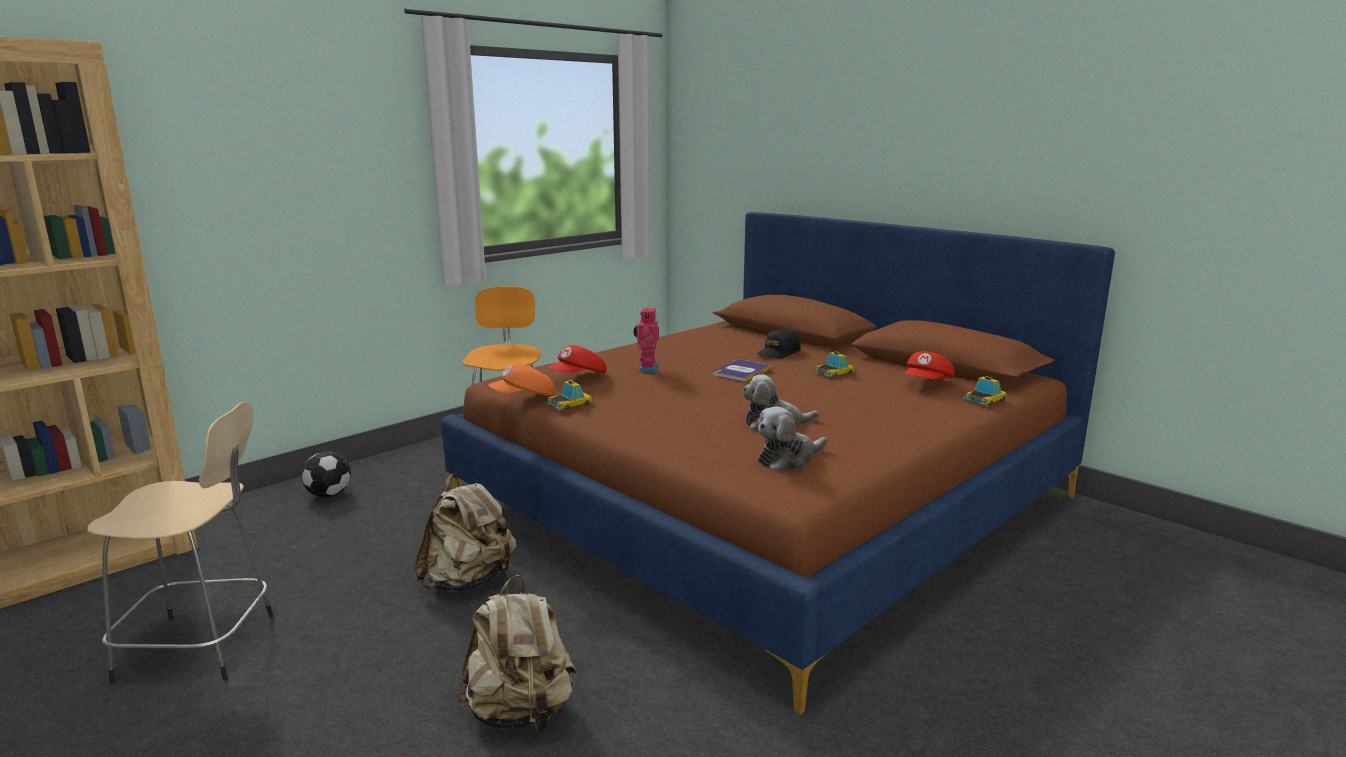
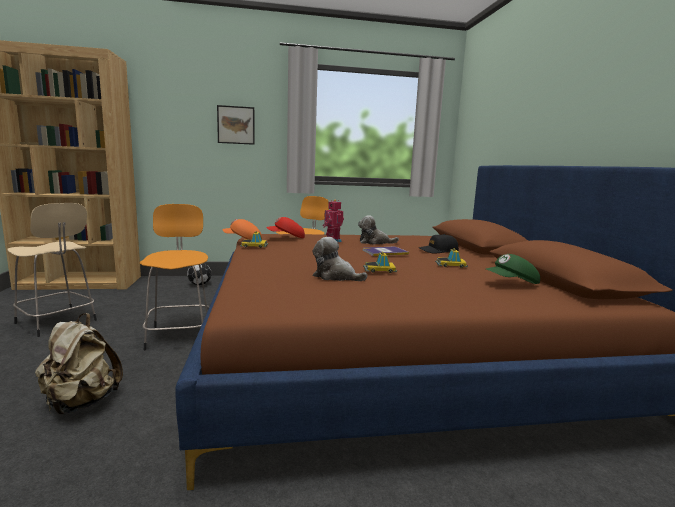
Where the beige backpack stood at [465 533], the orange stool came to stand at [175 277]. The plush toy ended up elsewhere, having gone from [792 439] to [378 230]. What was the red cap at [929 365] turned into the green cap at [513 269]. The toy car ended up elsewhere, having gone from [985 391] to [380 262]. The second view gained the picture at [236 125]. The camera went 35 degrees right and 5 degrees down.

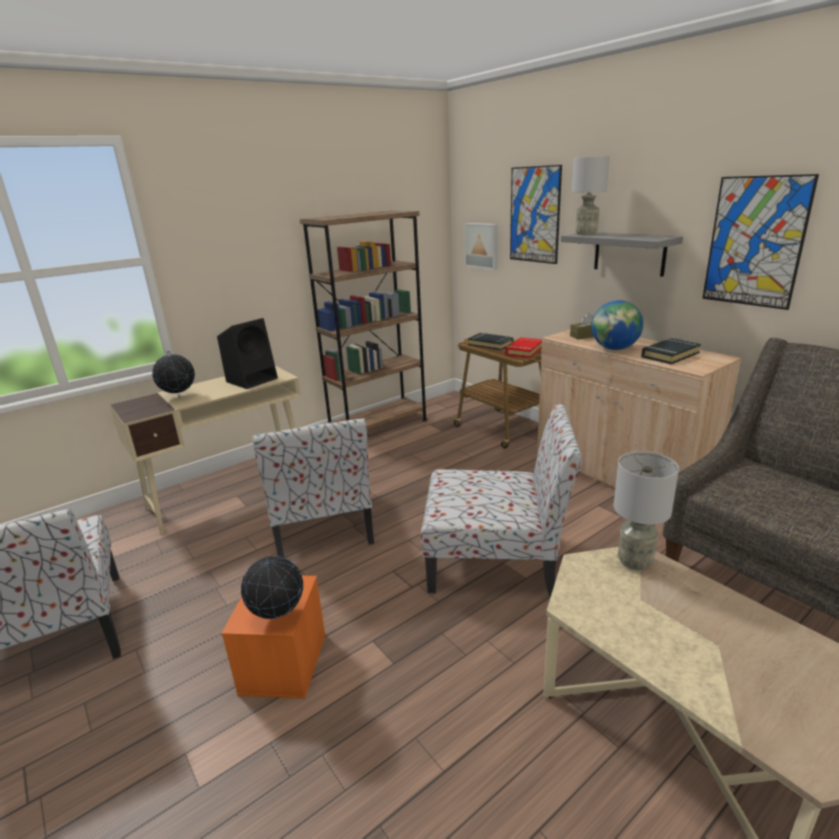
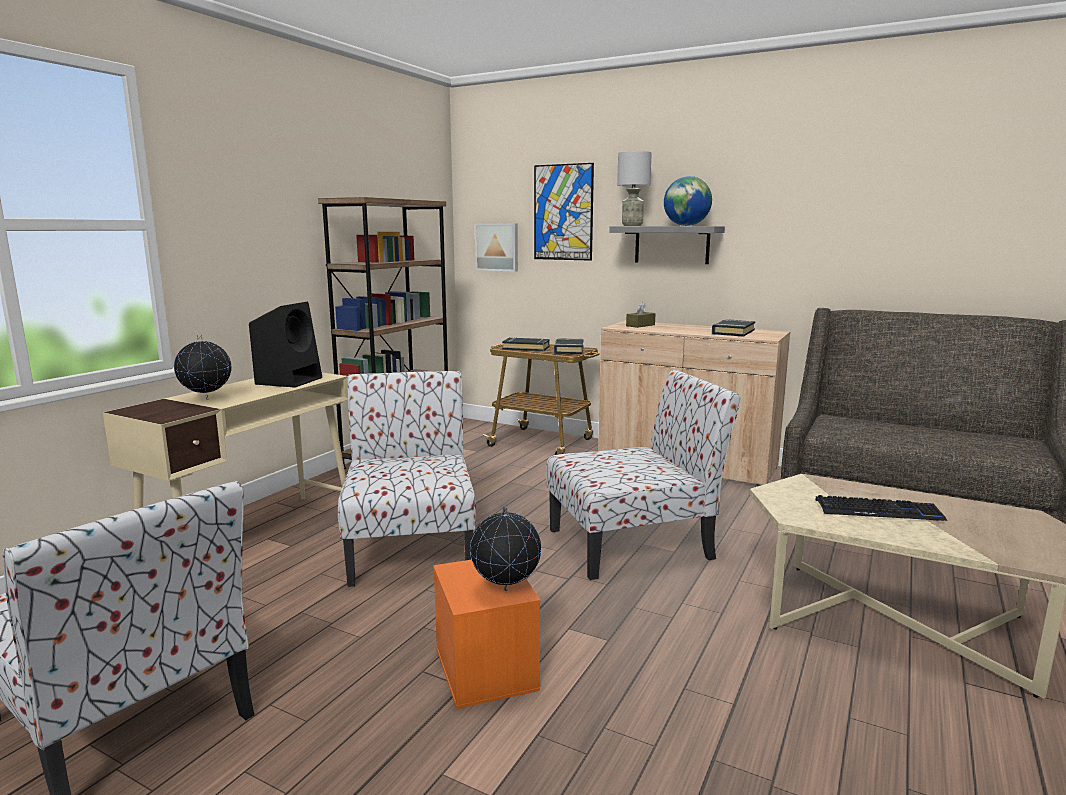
The chair at [313 487] ended up facing another way, 150 degrees counterclockwise from before. What was the red book at [523 347] turned into the black book at [569 346]. The globe ended up elsewhere, having gone from [617 325] to [688 201]. The second view lost the grey table lamp at [646 511]. The second view lost the picture at [760 242]. The second view gained the keyboard at [881 508]. The camera went 25 degrees left and 10 degrees down.

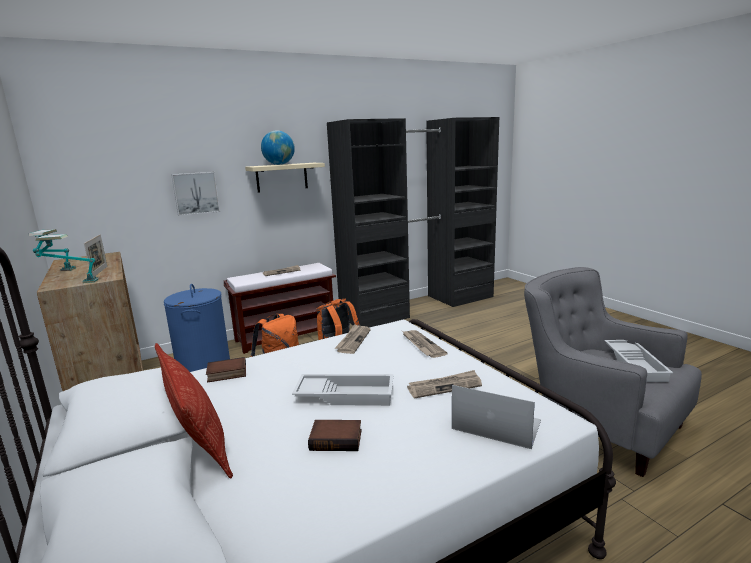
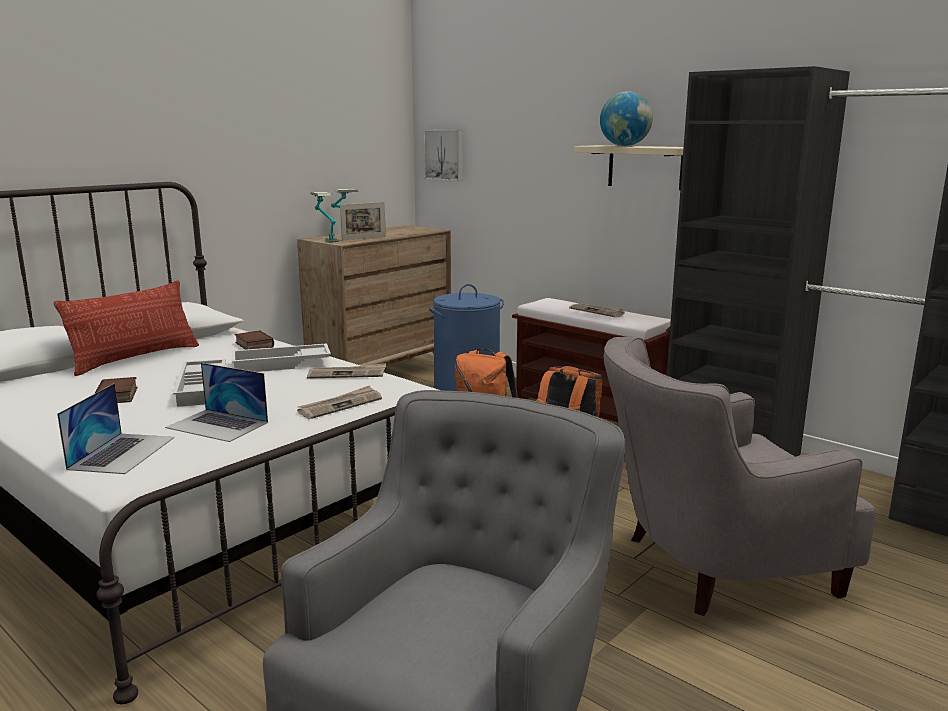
The picture ended up elsewhere, having gone from [195 194] to [443 155]. Where the newspaper stood at [444 384], the laptop came to stand at [216 402]. The white tray ended up elsewhere, having gone from [638 361] to [281 357]. The second view gained the grey armchair at [740 476]. The camera went 70 degrees right and 0 degrees up.

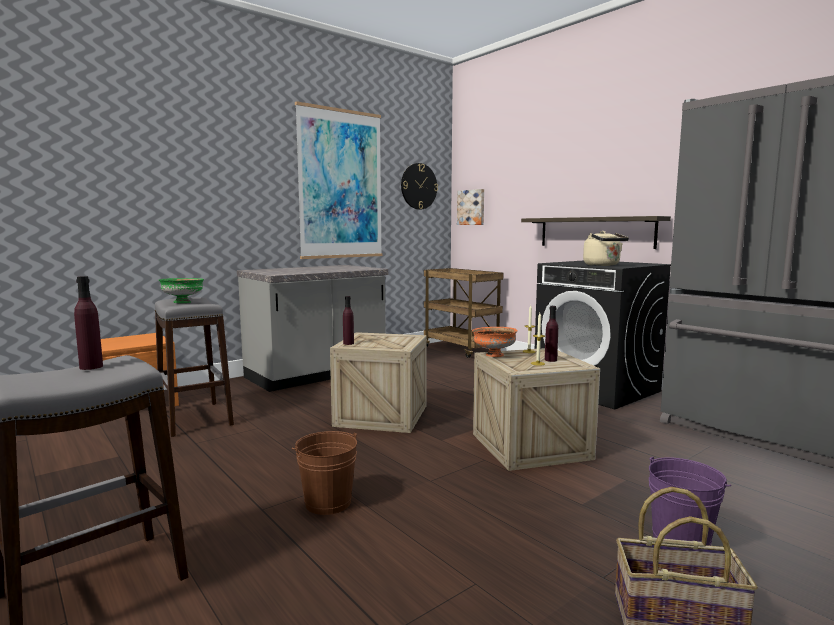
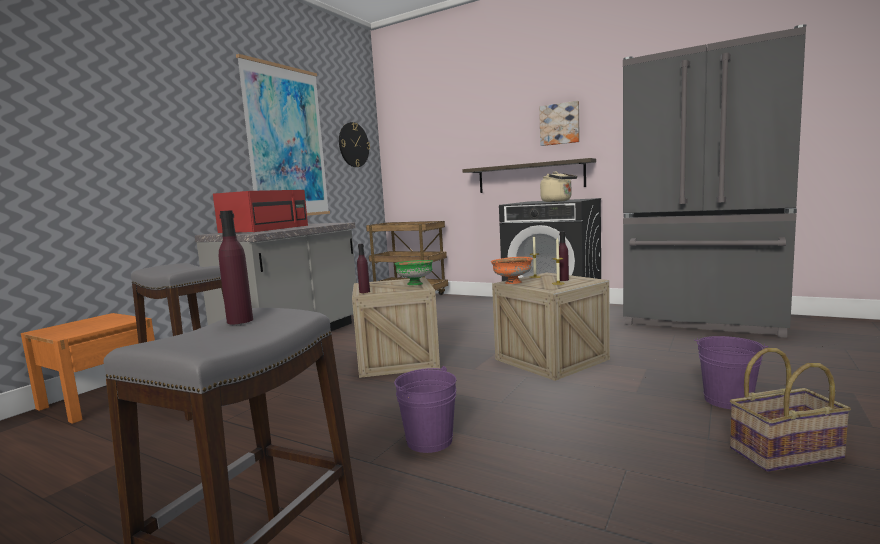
The green bowl ended up elsewhere, having gone from [181 290] to [413 272]. What was the brown bucket at [324 473] turned into the purple bucket at [425 409]. The picture ended up elsewhere, having gone from [470 207] to [559 123]. The second view gained the red microwave at [260 211]. The camera went 20 degrees left and 0 degrees up.

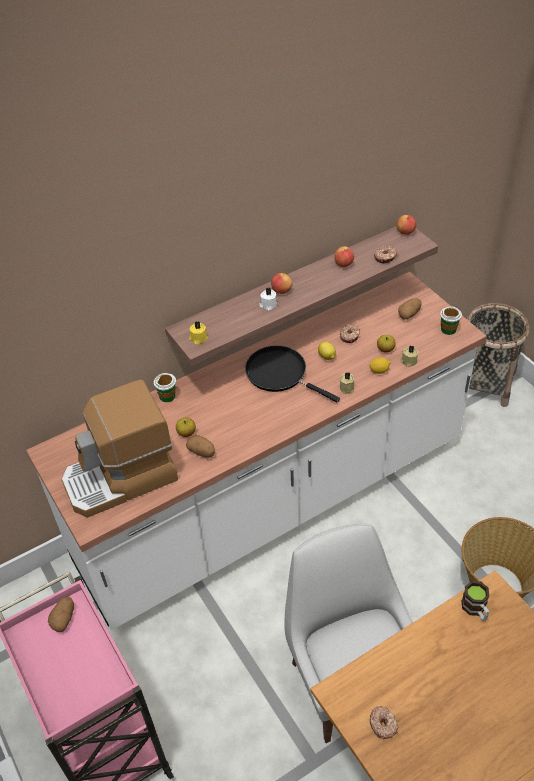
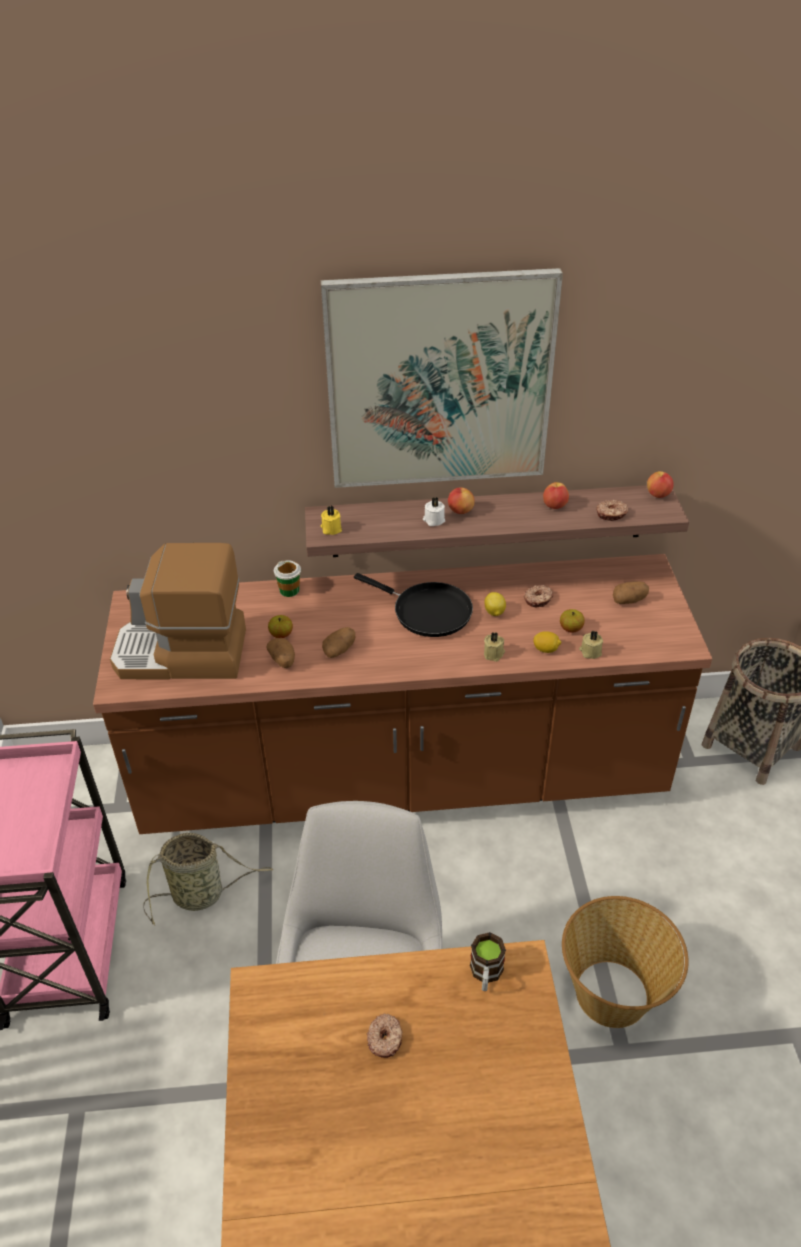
What was the white counter at [256 451] turned into the brown counter at [402 694]. The potato ended up elsewhere, having gone from [61 614] to [338 642]. The black frying pan at [292 374] ended up facing another way, 150 degrees clockwise from before. The donut ended up elsewhere, having gone from [384 722] to [384 1035]. The second view lost the cup at [451 320]. The second view gained the basket at [208 879]. The second view gained the picture at [442 378]. The camera went 25 degrees right and 5 degrees down.

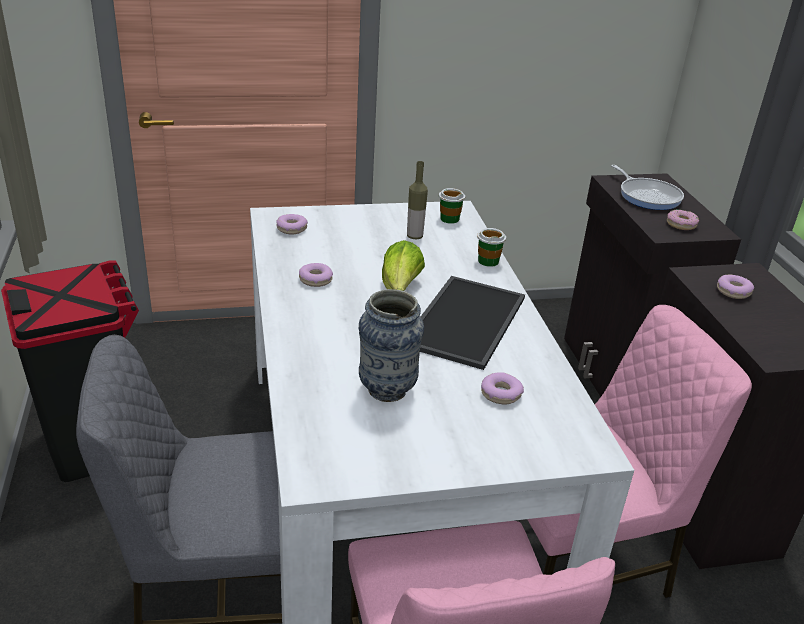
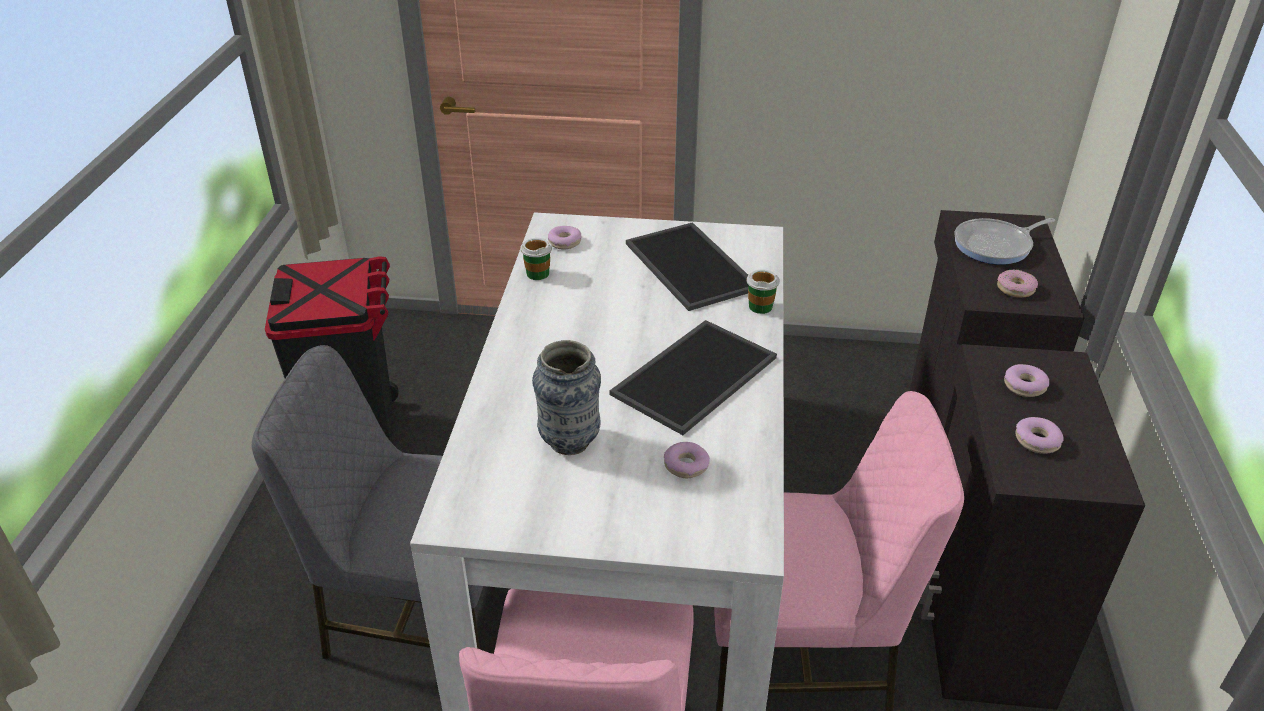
The donut ended up elsewhere, having gone from [316 275] to [1039 435]. The second view lost the lettuce at [403 265]. Where the bottle stood at [417 200], the tray came to stand at [687 266]. The cup ended up elsewhere, having gone from [452 206] to [536 259]. The frying pan at [647 187] ended up facing another way, 75 degrees clockwise from before. The camera went 20 degrees right and 5 degrees up.

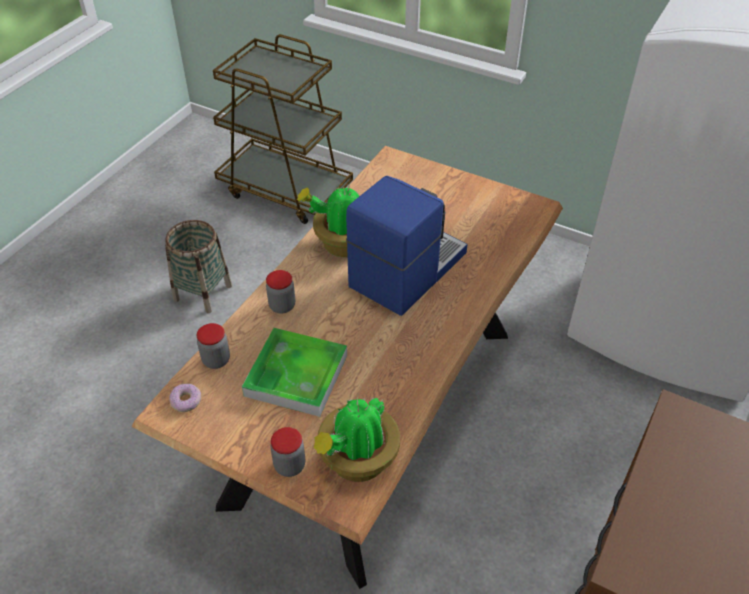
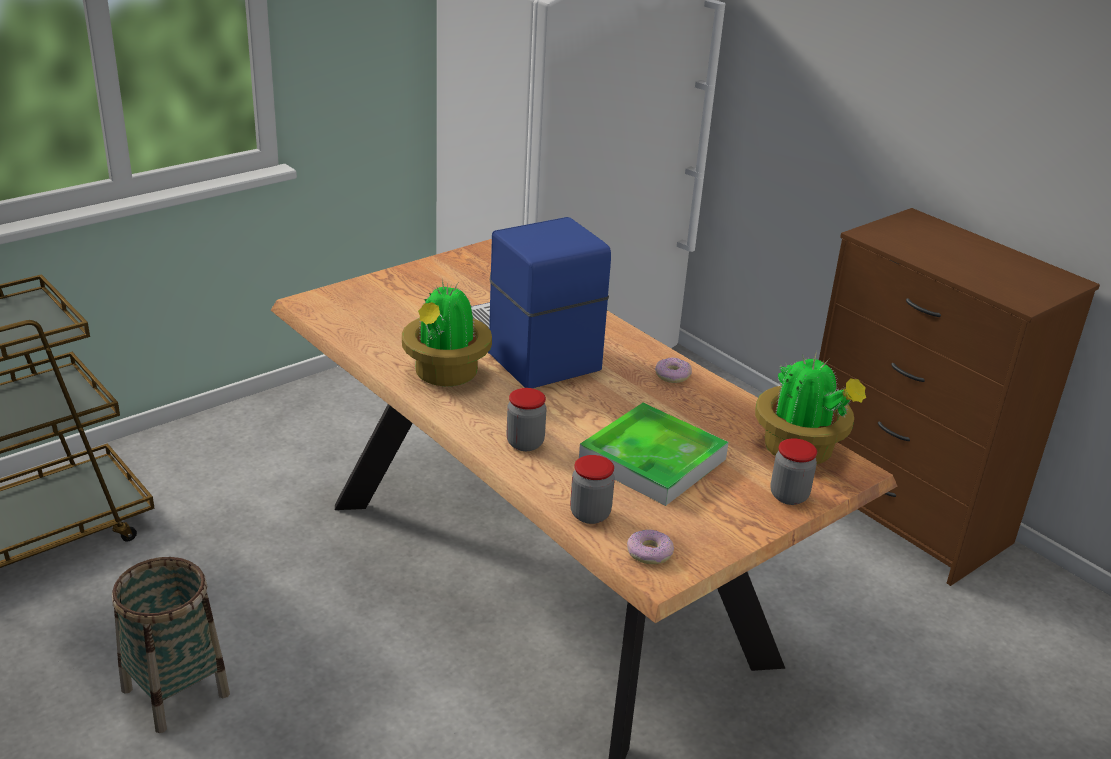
The second view gained the donut at [673 370]. The camera went 70 degrees left and 15 degrees down.

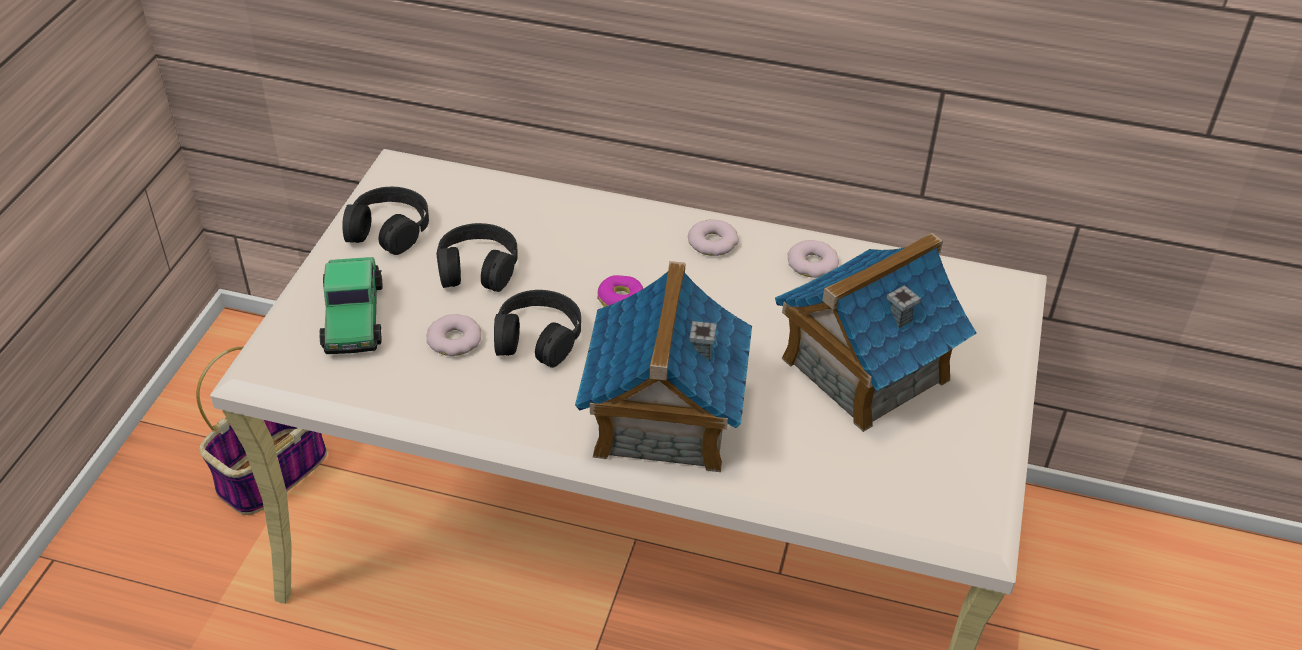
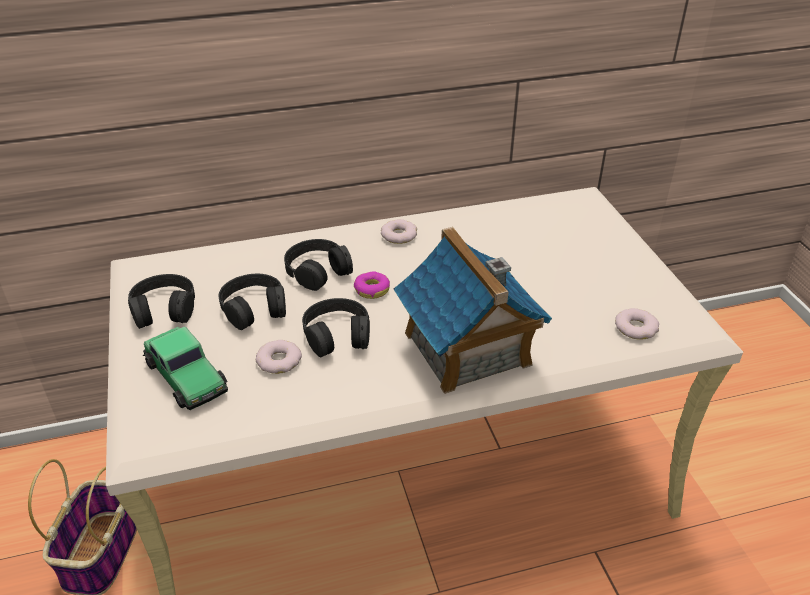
The second view lost the toy house at [875 332]. The donut ended up elsewhere, having gone from [813 259] to [637 324]. The second view gained the black headphones at [318 265]. The camera went 30 degrees left and 5 degrees down.

